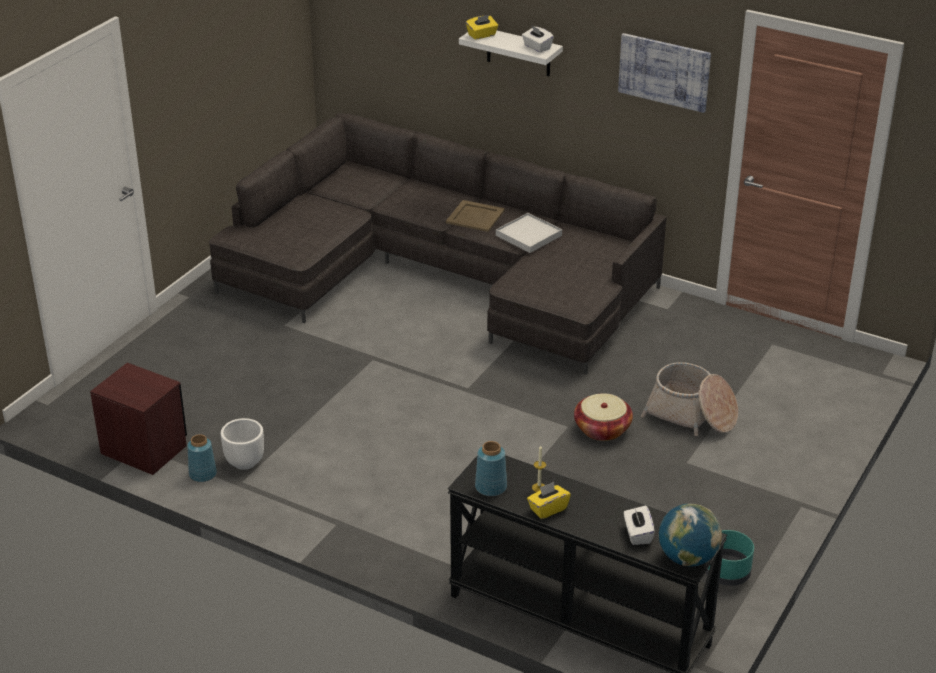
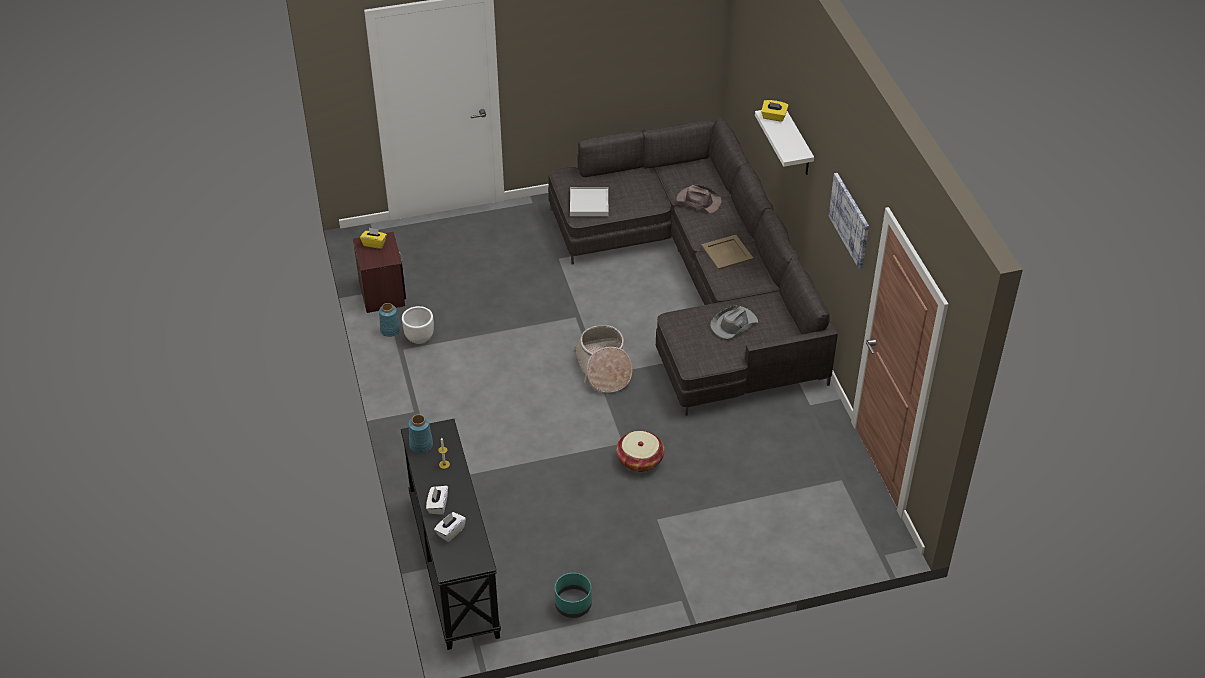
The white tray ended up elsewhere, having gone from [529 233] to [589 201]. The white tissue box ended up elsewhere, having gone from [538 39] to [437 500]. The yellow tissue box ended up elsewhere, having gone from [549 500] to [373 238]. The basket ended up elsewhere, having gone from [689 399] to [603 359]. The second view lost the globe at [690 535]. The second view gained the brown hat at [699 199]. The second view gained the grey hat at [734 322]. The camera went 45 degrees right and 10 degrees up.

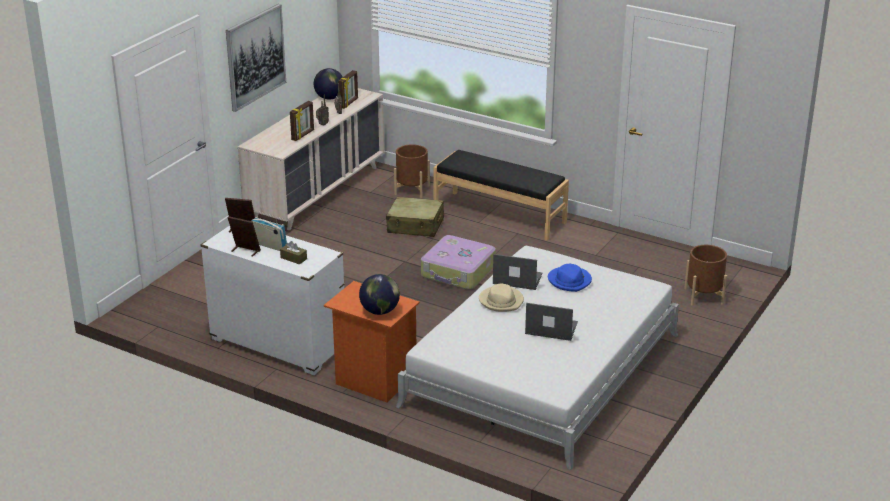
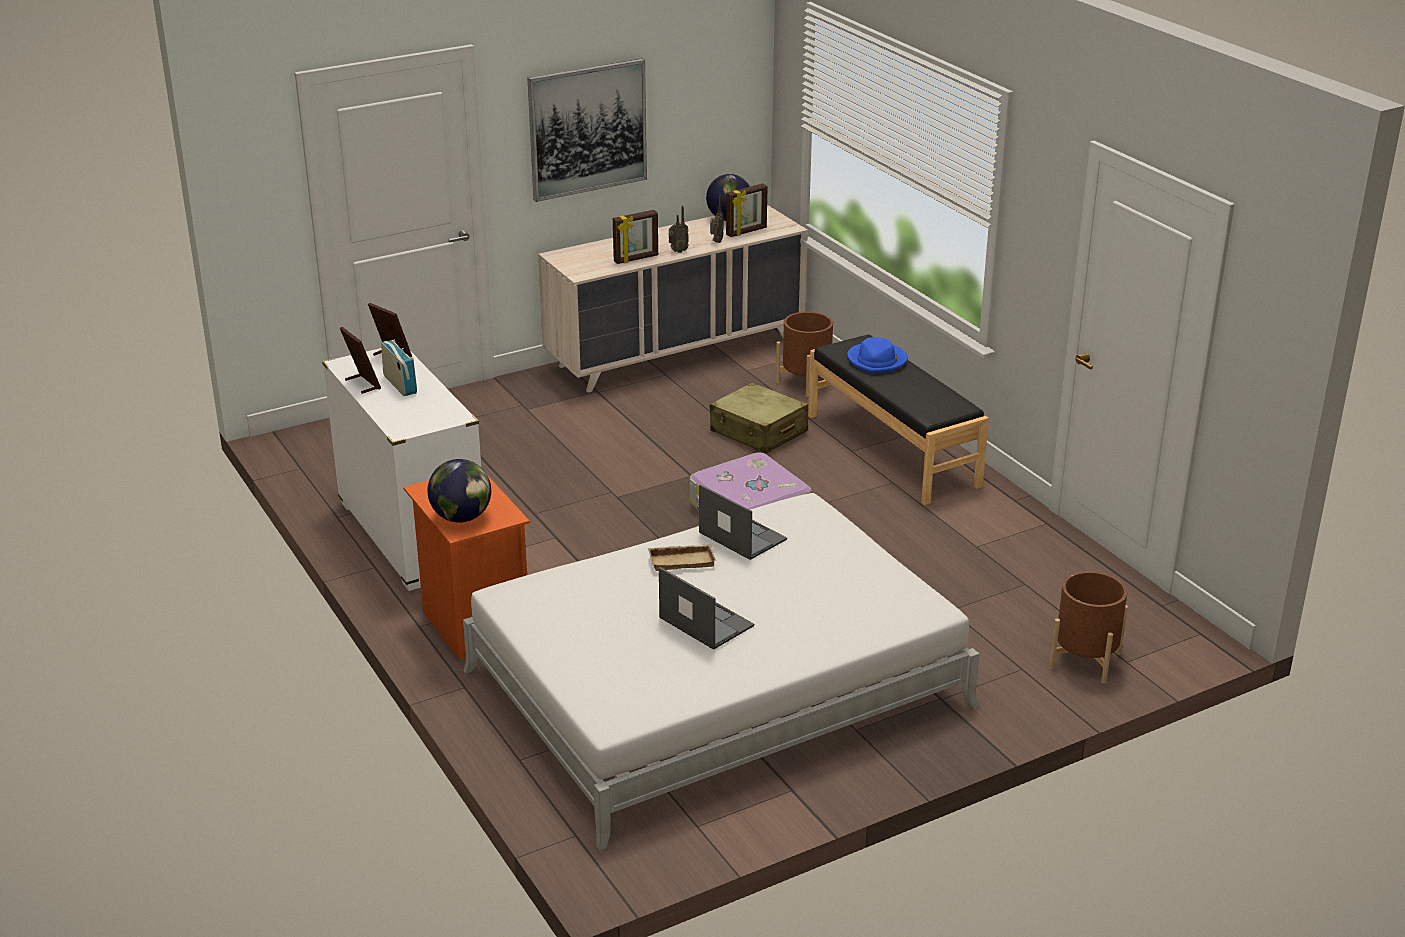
The second view lost the brown tissue box at [293 252]. Where the beige hat stood at [501 298], the beige tray came to stand at [682 557]. The blue hat ended up elsewhere, having gone from [570 278] to [878 355]. The camera went 30 degrees right and 0 degrees up.

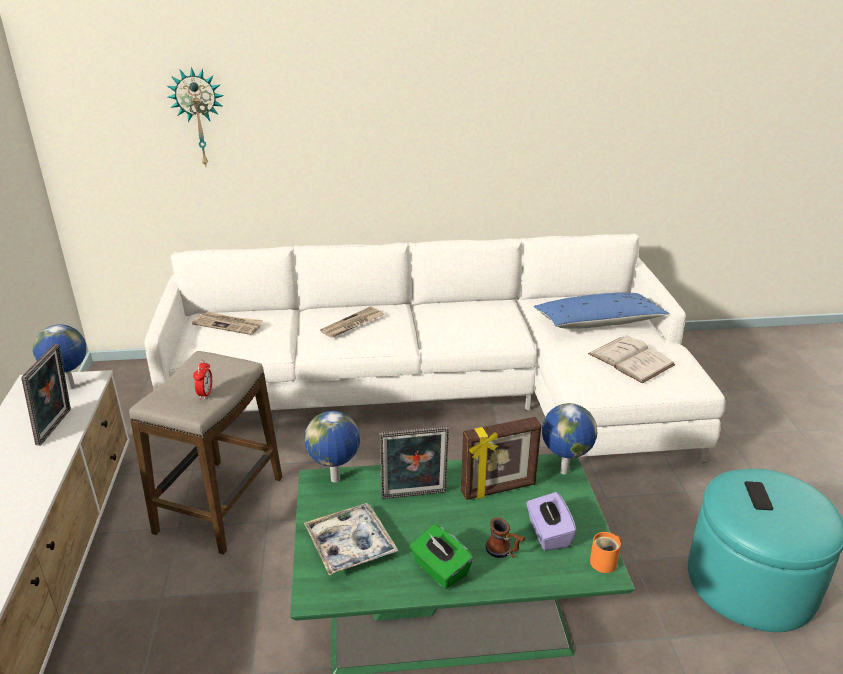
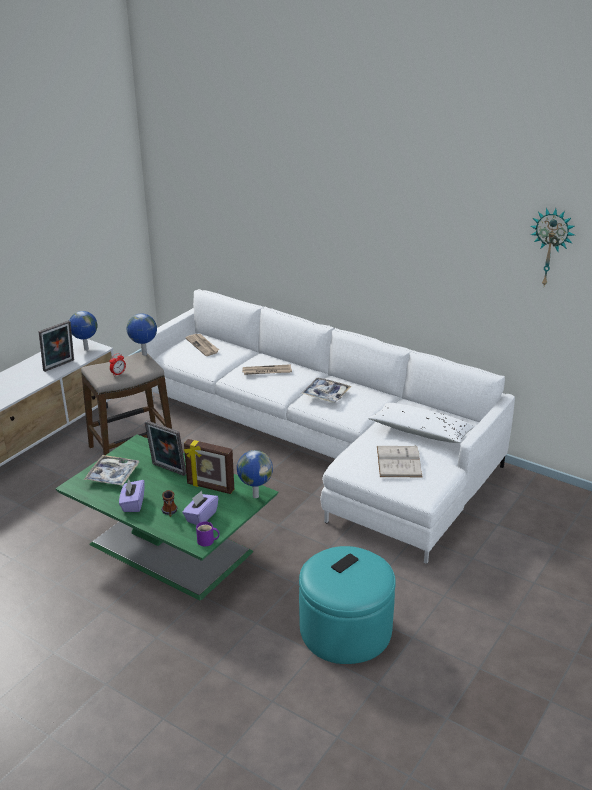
The wall clock ended up elsewhere, having gone from [195 117] to [552 247]. The globe ended up elsewhere, having gone from [332 447] to [141 335]. What was the green tissue box at [441 556] turned into the purple tissue box at [132 495]. What was the blue pillow at [601 310] turned into the white pillow at [421 423]. What was the orange mug at [606 552] turned into the purple mug at [207 534]. The second view gained the tray at [326 390]. The camera went 40 degrees right and 0 degrees up.

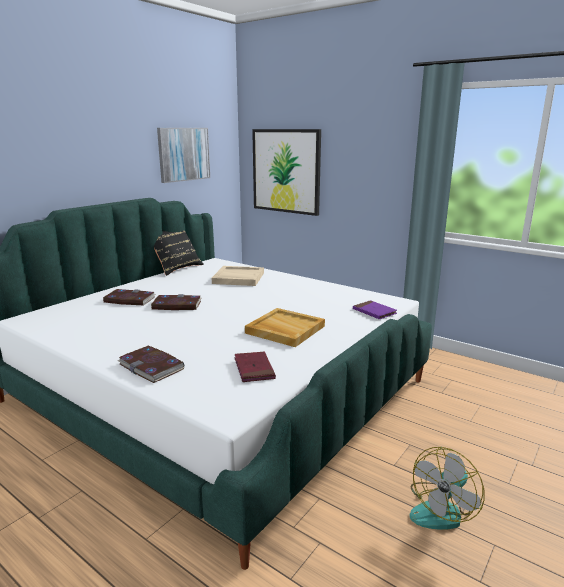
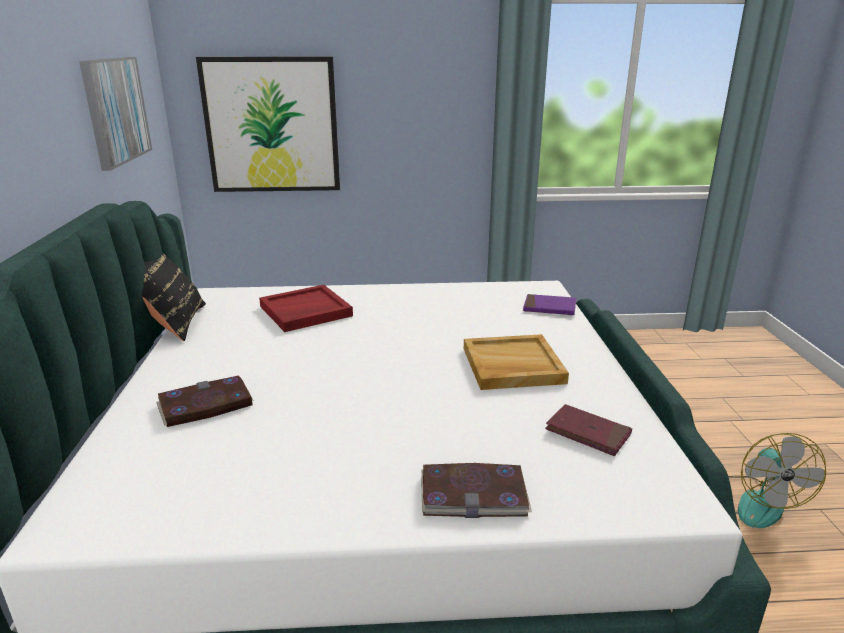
The second view lost the book at [176 302]. What was the beige tray at [238 276] turned into the red tray at [306 308]. The camera went 40 degrees left and 5 degrees up.

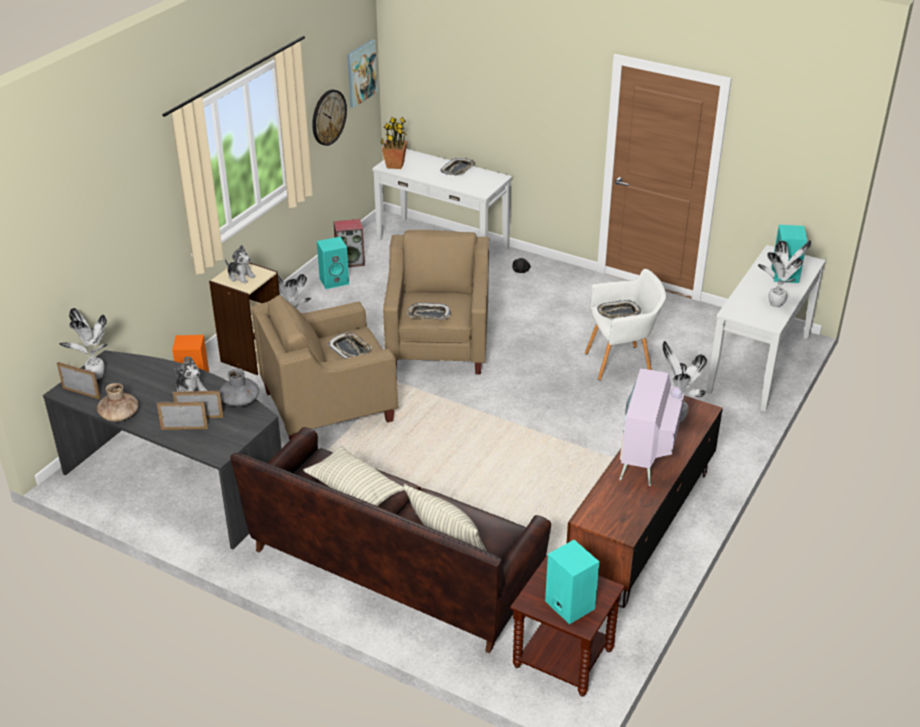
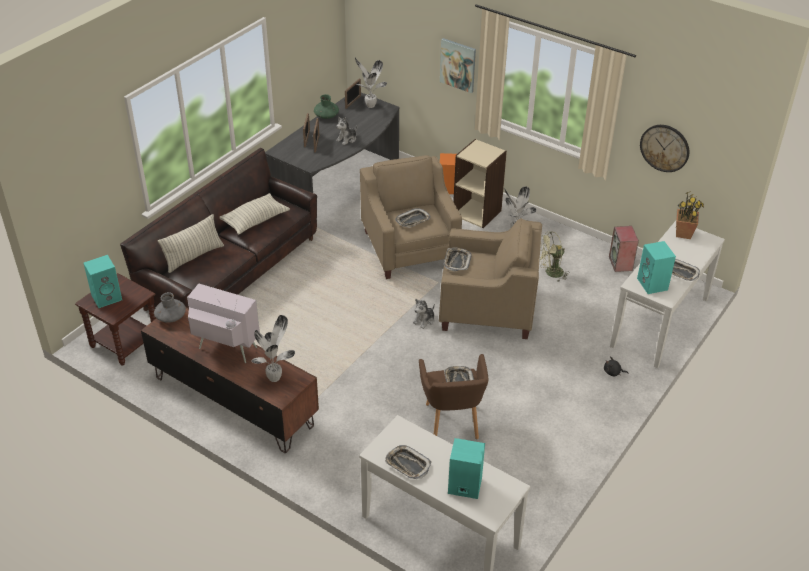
What was the brown vase at [118 402] turned into the green vase at [326 106]. The grey vase ended up elsewhere, having gone from [239 387] to [170 307]. The plush toy ended up elsewhere, having gone from [240 264] to [424 314]. The turquoise speaker ended up elsewhere, having gone from [333 263] to [656 267]. The picture ended up elsewhere, having gone from [362 74] to [458 65]. What was the white armchair at [625 324] turned into the brown armchair at [453 396]. Where the potted plant stood at [784 274], the tray came to stand at [408 462]. The second view gained the green fan at [555 256]. The camera went 95 degrees right and 5 degrees up.

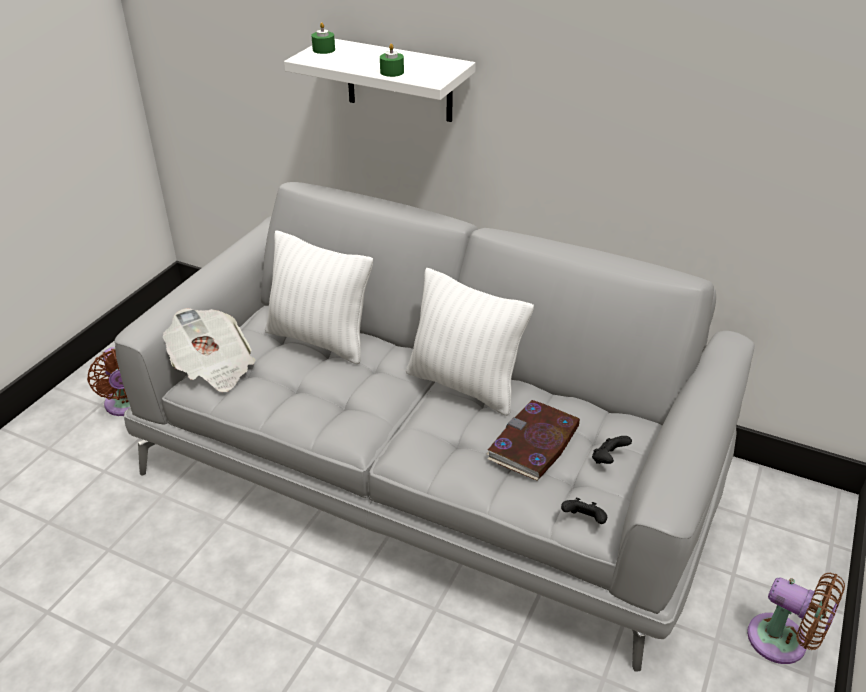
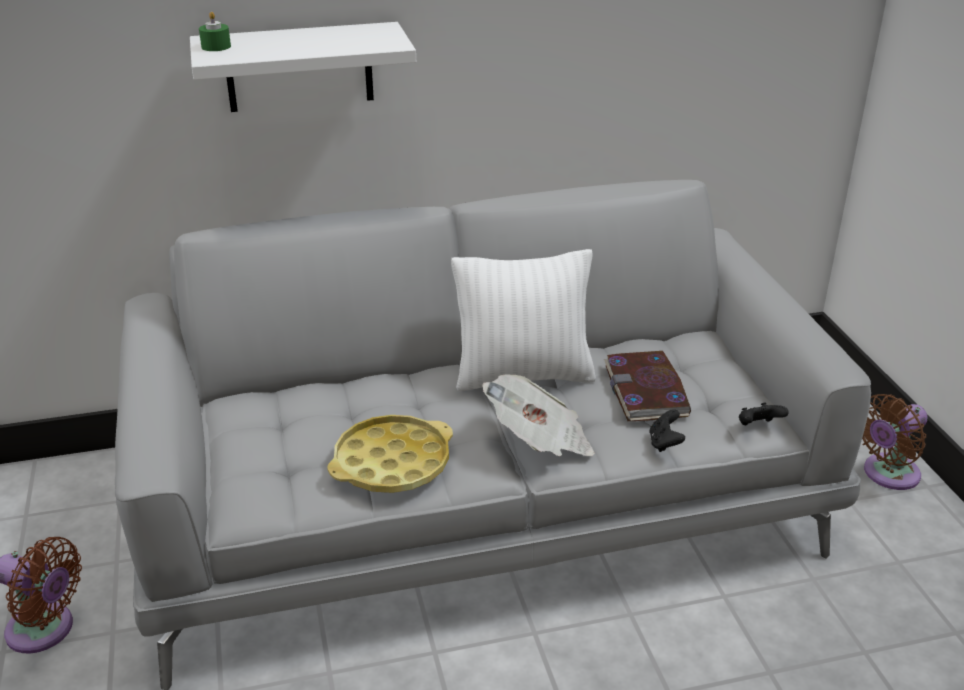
The newspaper ended up elsewhere, having gone from [209 350] to [538 415]. The second view lost the white pillow at [319 297]. The second view lost the green candle at [392 60]. The black game controller ended up elsewhere, having gone from [612 450] to [667 430]. The brown fan at [796 618] ended up facing another way, 150 degrees clockwise from before. The second view gained the yellow tray at [390 454]. The camera went 40 degrees left and 5 degrees down.

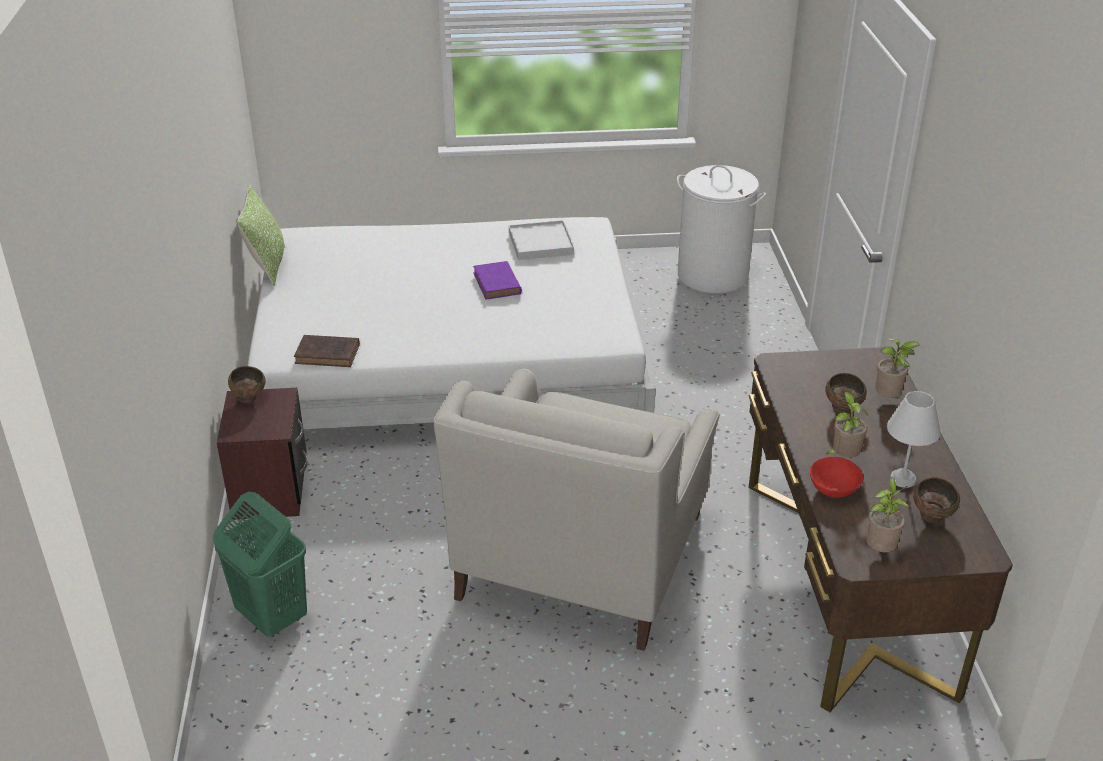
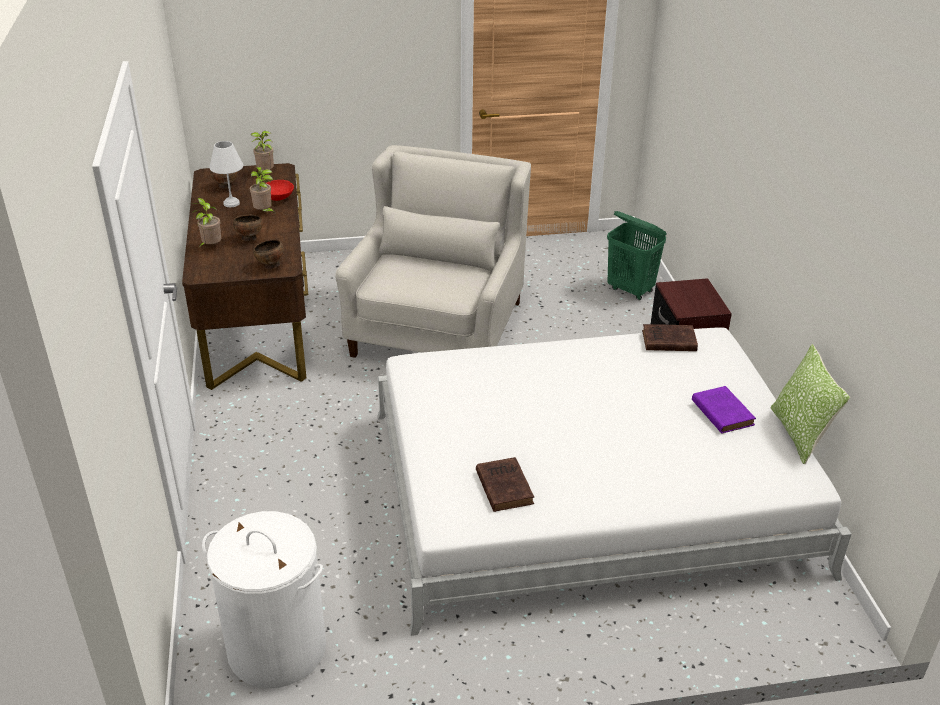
The brown bowl ended up elsewhere, having gone from [247 384] to [268 254]. The purple book ended up elsewhere, having gone from [497 280] to [724 409]. Where the white tray stood at [541 240], the brown book came to stand at [505 484]. The camera went 175 degrees right and 0 degrees up.

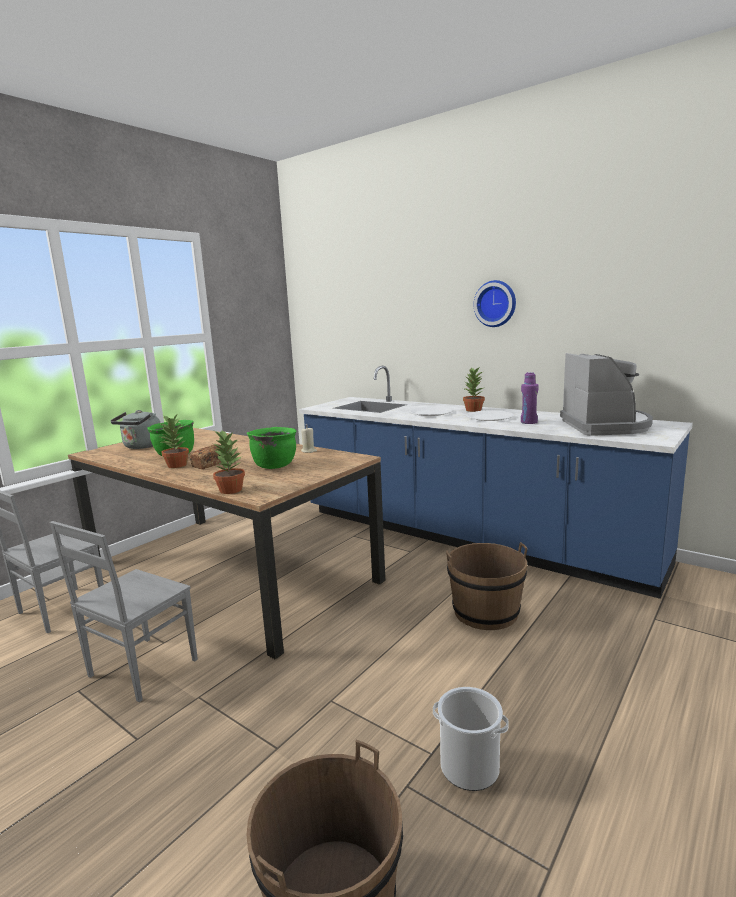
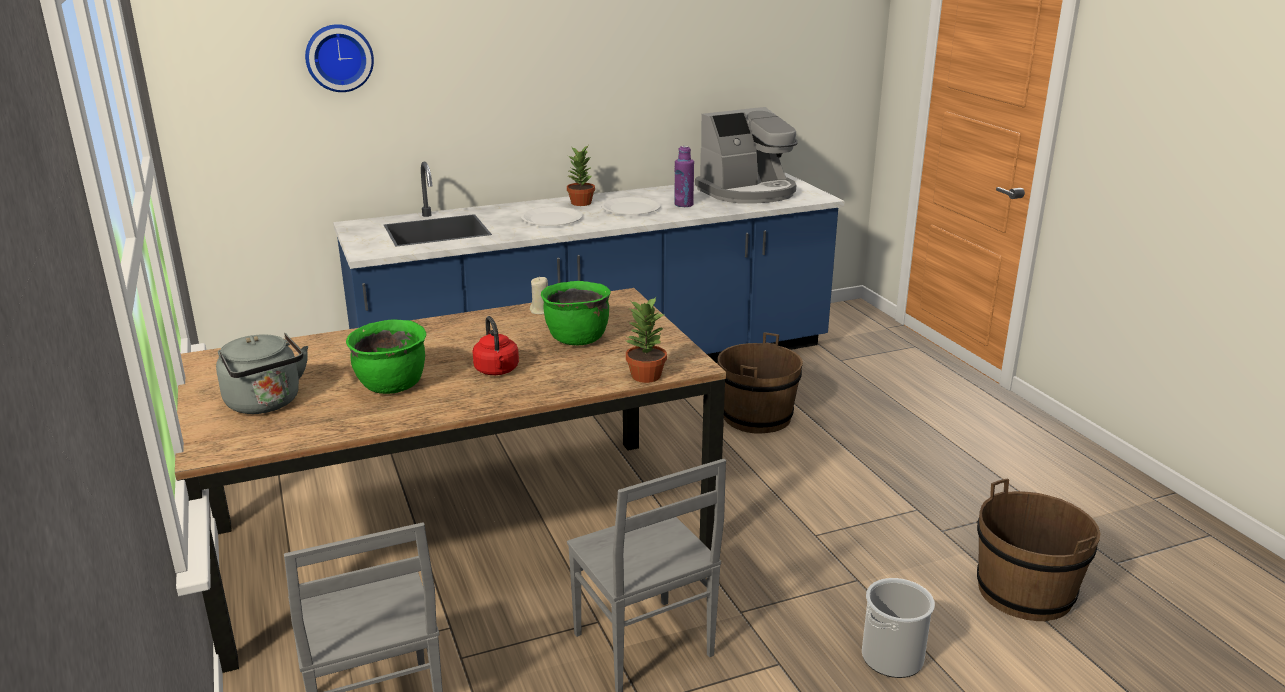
The second view lost the potted plant at [175 441]. Where the bread stood at [205 456], the red kettle came to stand at [496 345]. The bucket ended up elsewhere, having gone from [471 739] to [898 628]. The wall clock ended up elsewhere, having gone from [495 303] to [339 58]. The coffee machine at [606 394] ended up facing another way, 120 degrees clockwise from before. The camera went 60 degrees left and 10 degrees up.

